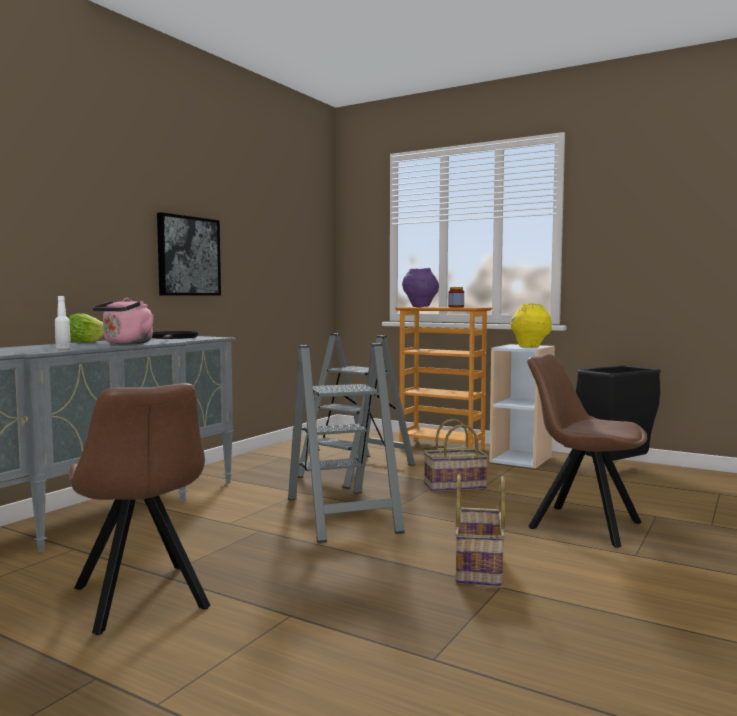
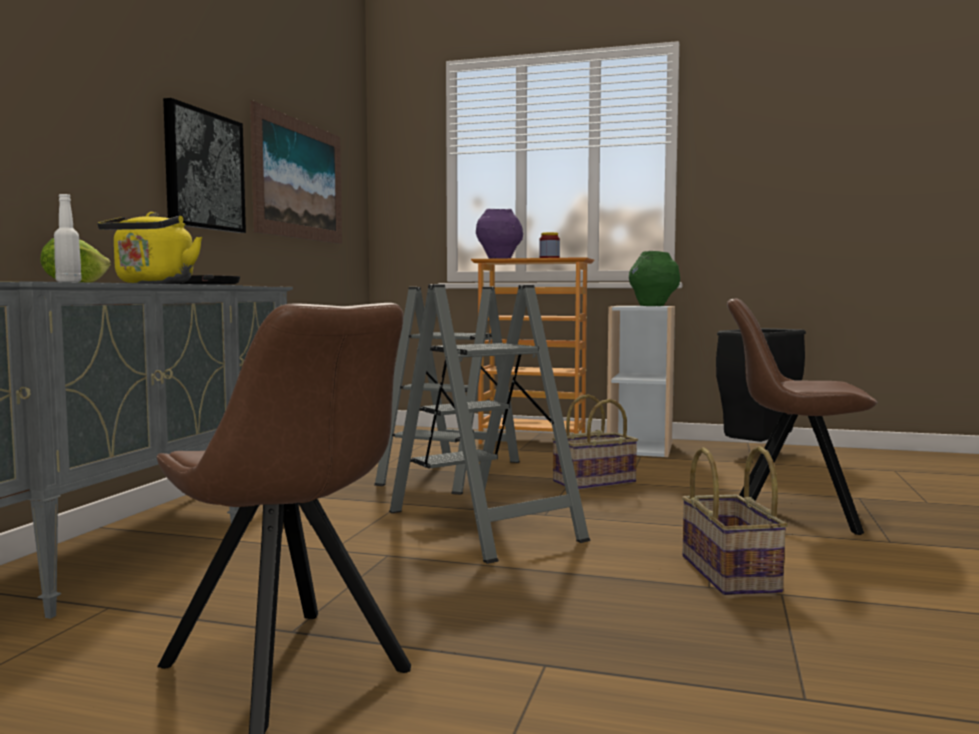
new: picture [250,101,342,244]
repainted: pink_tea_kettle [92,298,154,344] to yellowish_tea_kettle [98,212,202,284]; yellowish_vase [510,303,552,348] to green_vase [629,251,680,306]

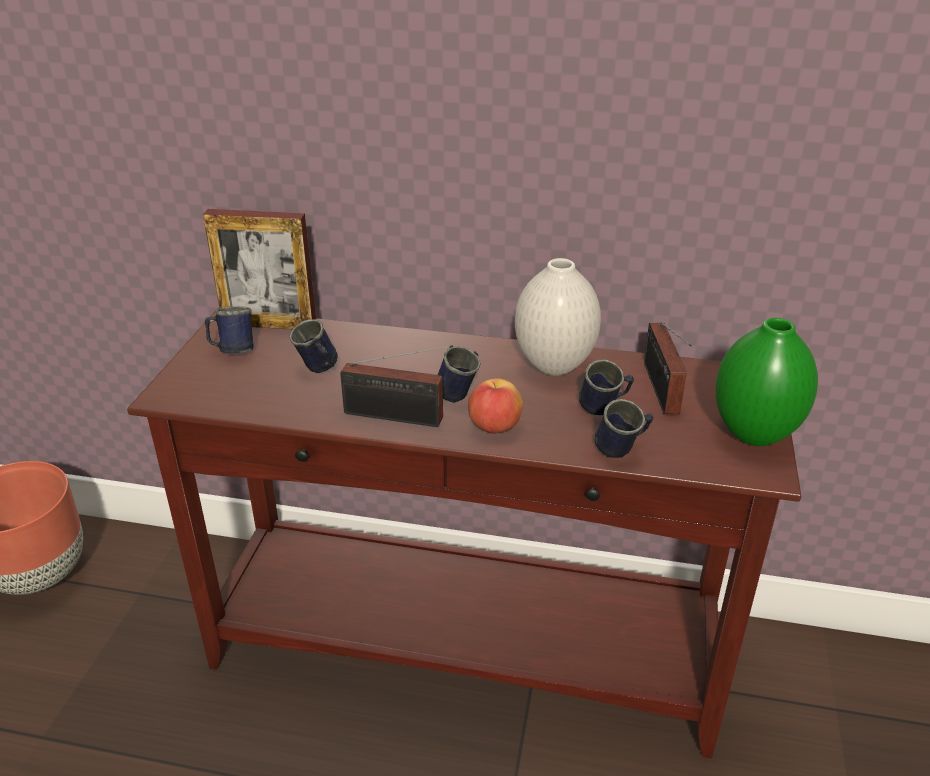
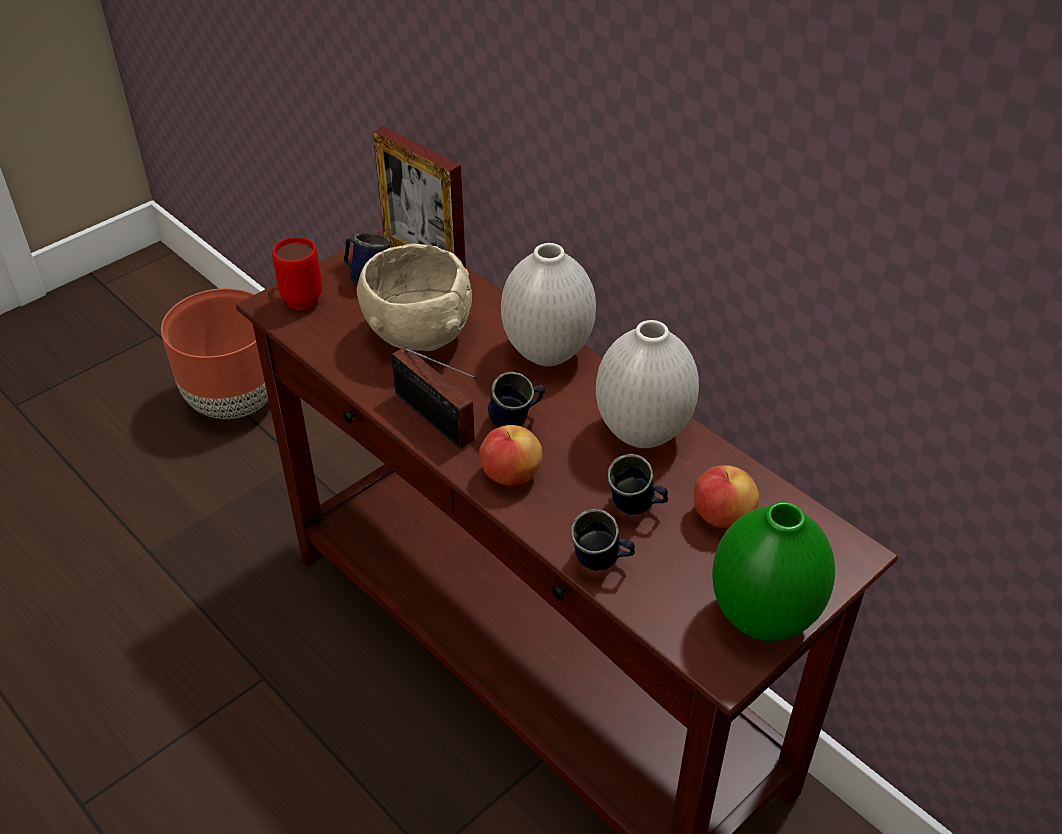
new: red-coloured_mug [272,237,322,310]; whitish_vase [501,243,596,366]
swapped: blue-coloured_mug [289,319,338,373] to beige-coloured_serving_bowl [357,243,472,351]; radio_receiver [644,322,692,414] to apple_fruit [694,465,759,528]

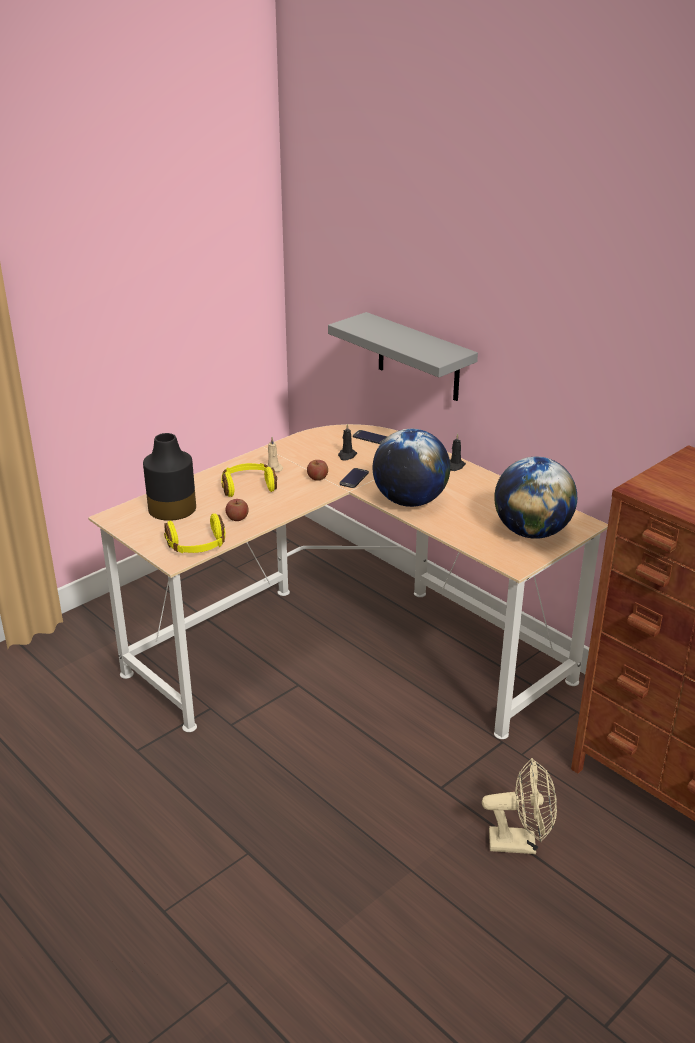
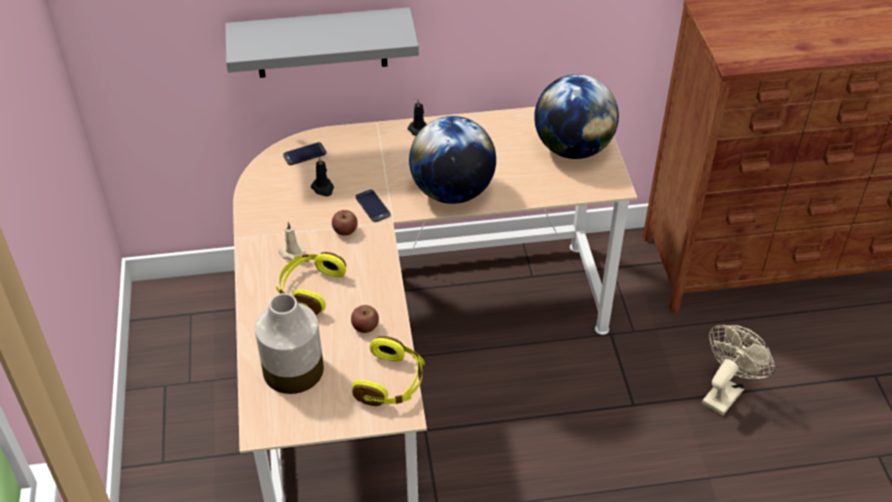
repainted: black_vase [143,433,196,521] to beige-coloured_vase [255,293,324,394]

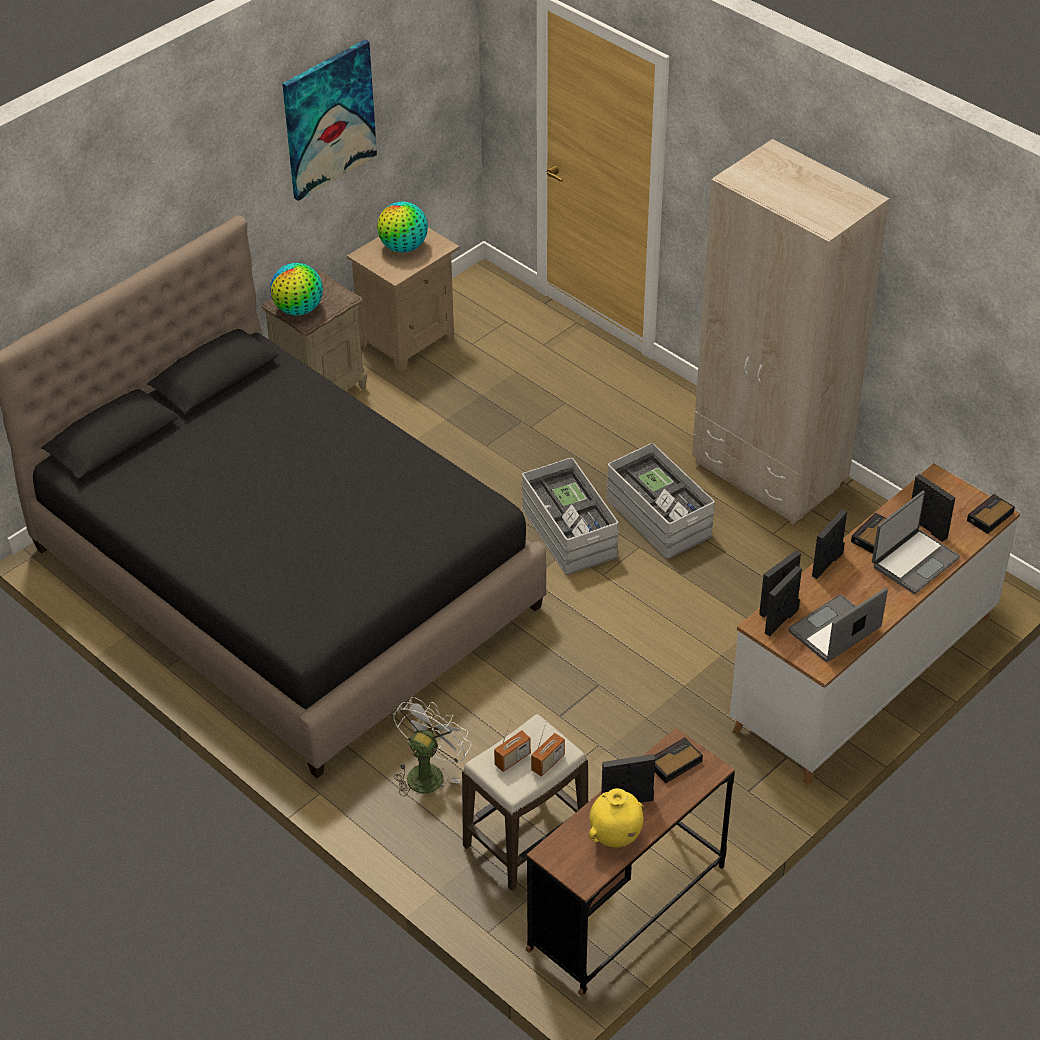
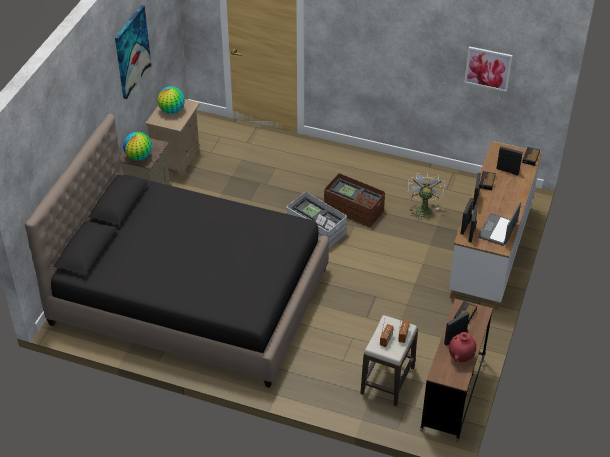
gone: beige-coloured_wardrobe [692,139,889,525]; notebook_computer [872,491,960,594]
new: picture [464,46,513,92]
shifted: whitish_cooling_fan [393,697,472,796] to [407,172,446,221]
repainted: grey_storage_bin [606,443,715,559] to brownish_storage_bin [324,173,385,227]; yellowish_vase [589,788,644,847] to red-coloured_vase [449,332,476,362]

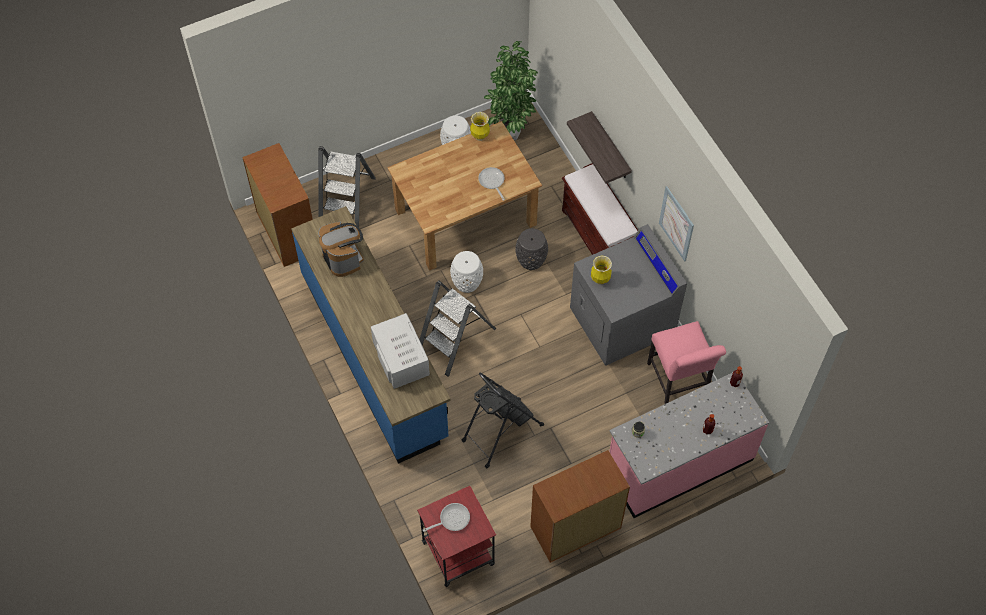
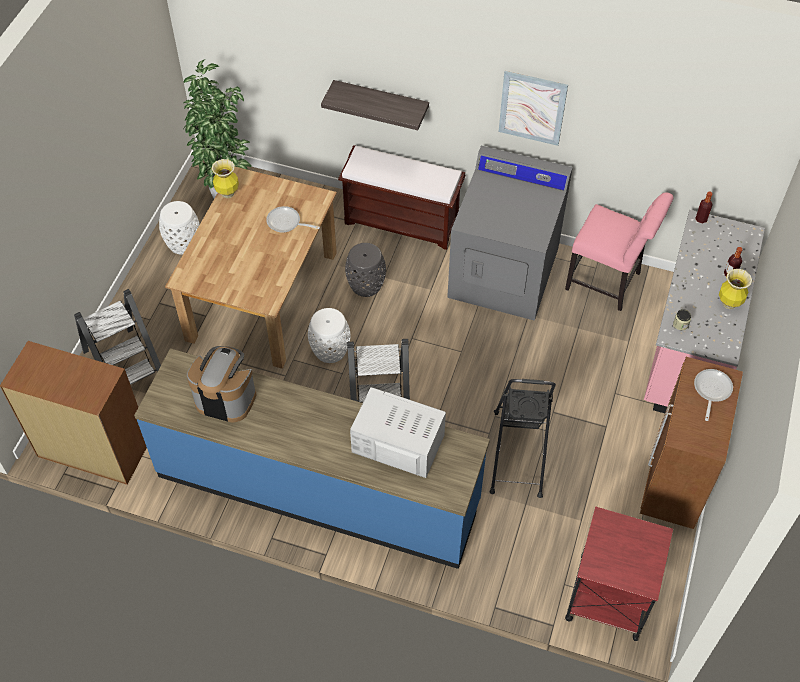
shifted: skillet [423,503,470,532] to [694,369,733,421]; vase [591,256,612,285] to [719,269,752,309]

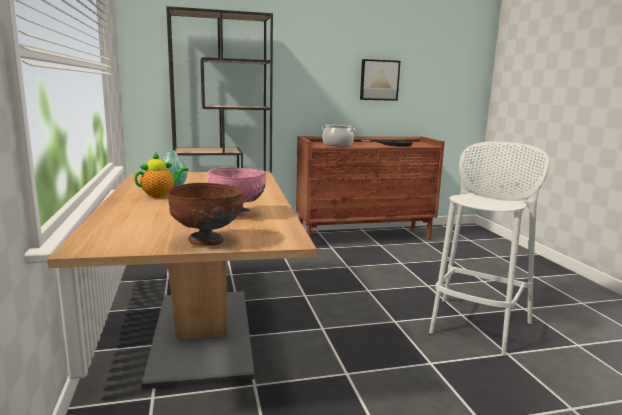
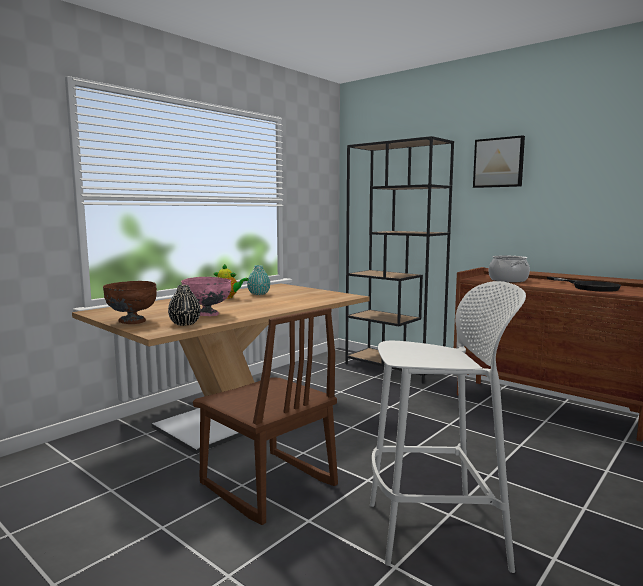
new: black_vase [168,285,201,326]; brownish_upright_chair [193,307,338,525]
shifted: picture [360,59,400,101] to [473,135,525,188]

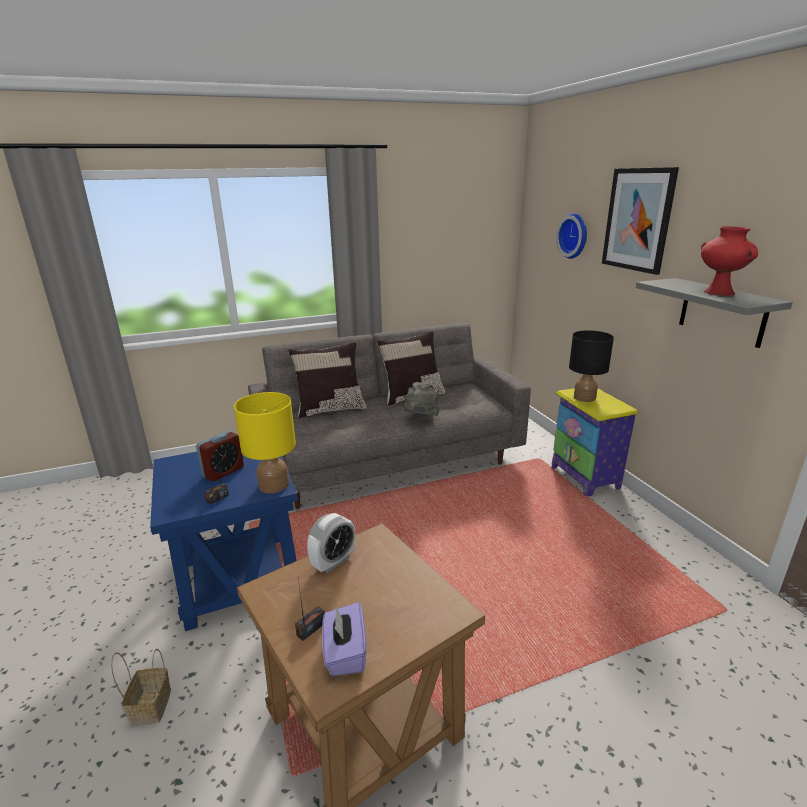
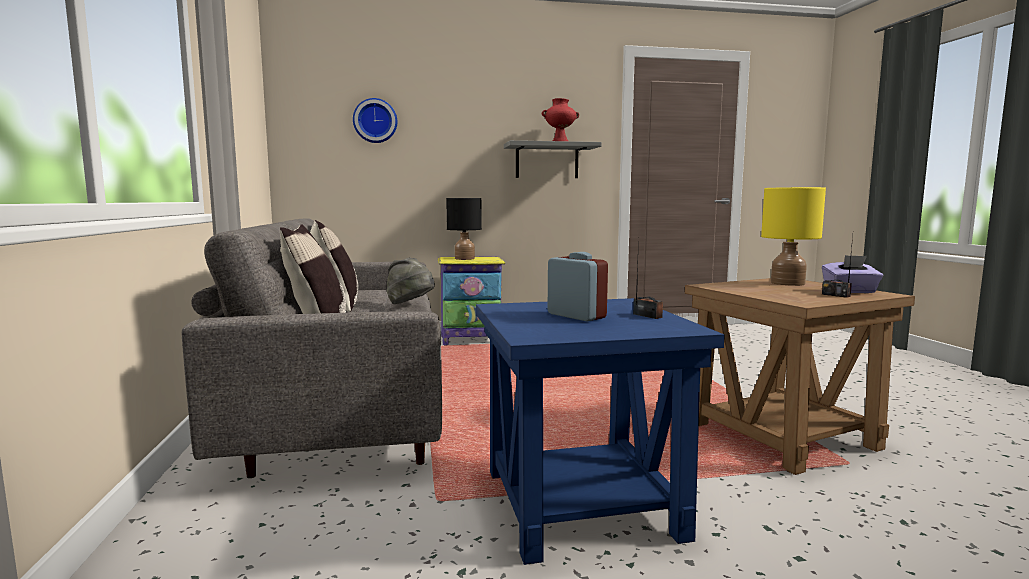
gone: storage_basket [111,649,171,725]; alarm_clock [307,513,355,573]; picture [602,167,679,275]
shifted: yellowish_tabletop_lamp [234,392,296,493] to [761,187,826,286]

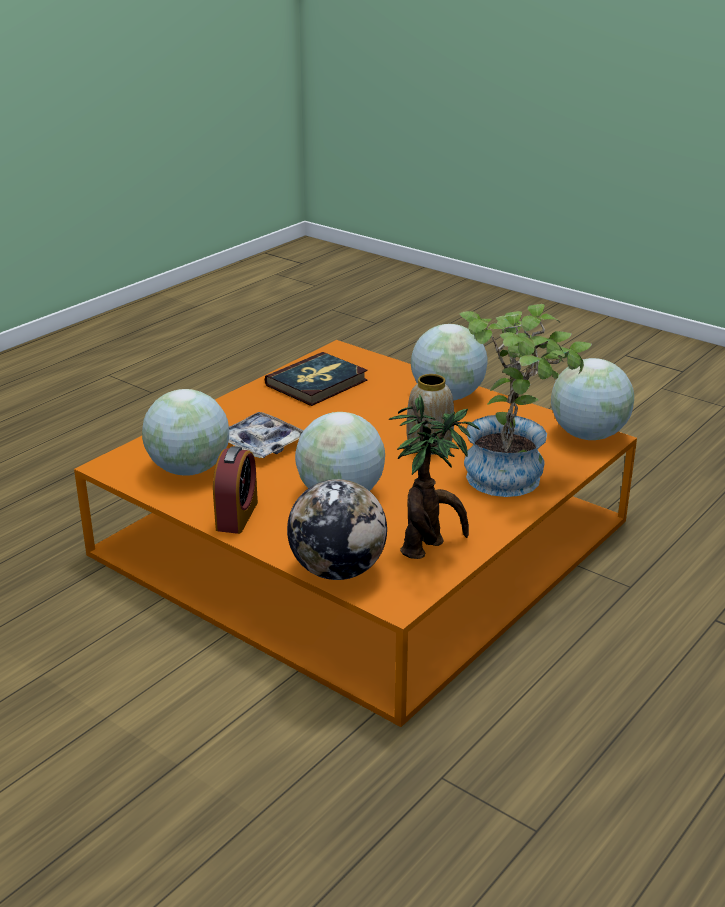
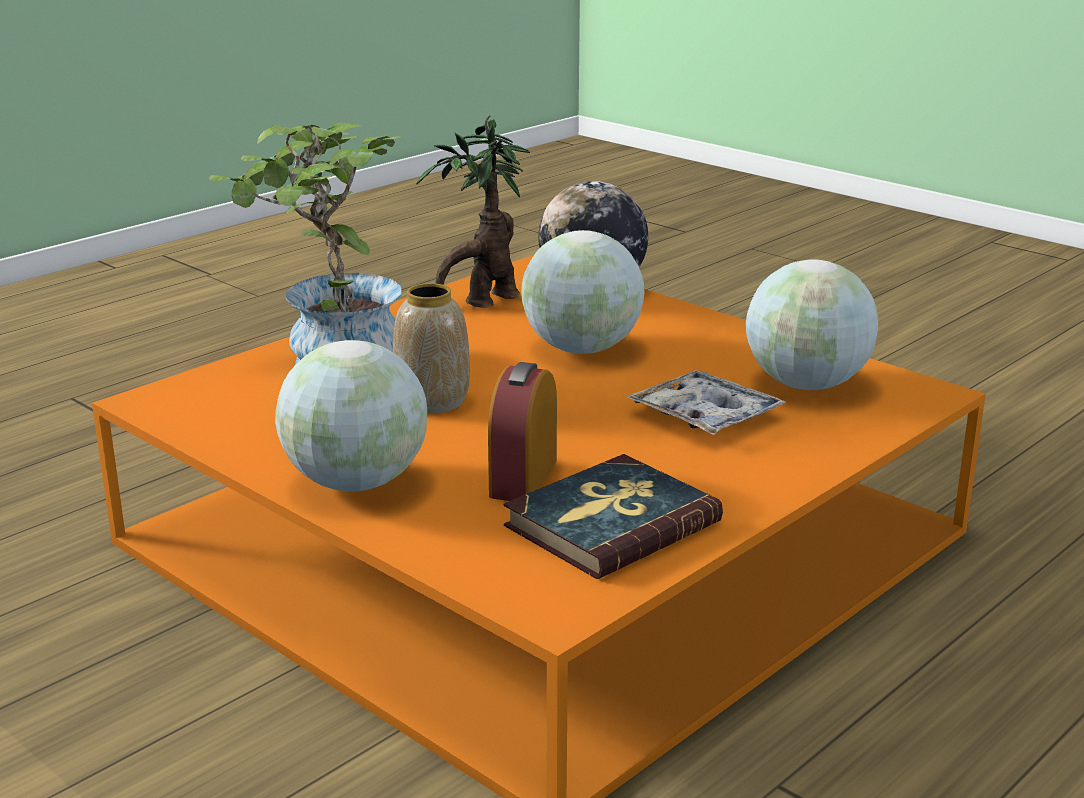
gone: world_globe [551,358,634,440]
shifted: alarm_clock [213,446,258,534] to [488,362,557,501]

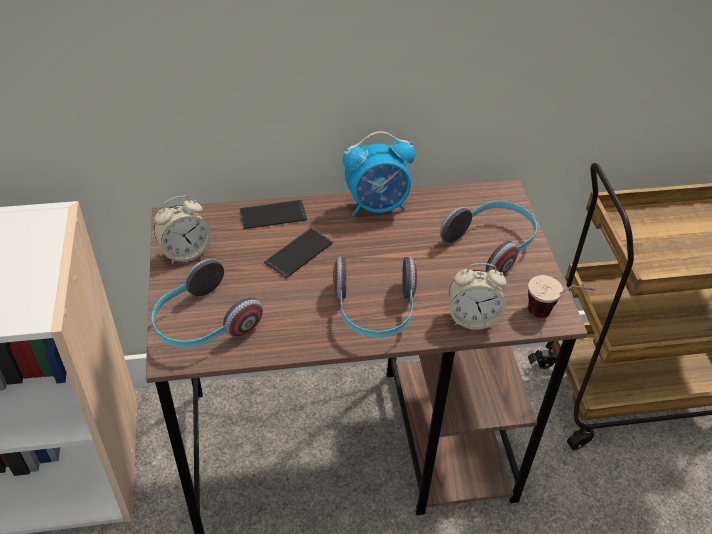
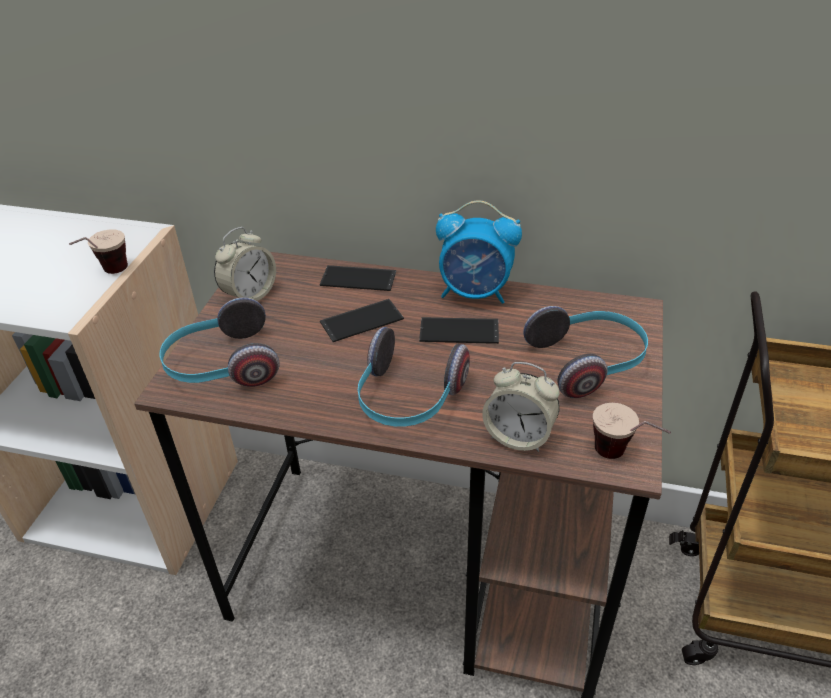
new: drinking_cup [69,229,128,274]; handset [419,317,499,344]
rotated: alarm_clock [154,196,211,264] = [214,227,276,301] 45 degrees counterclockwise

